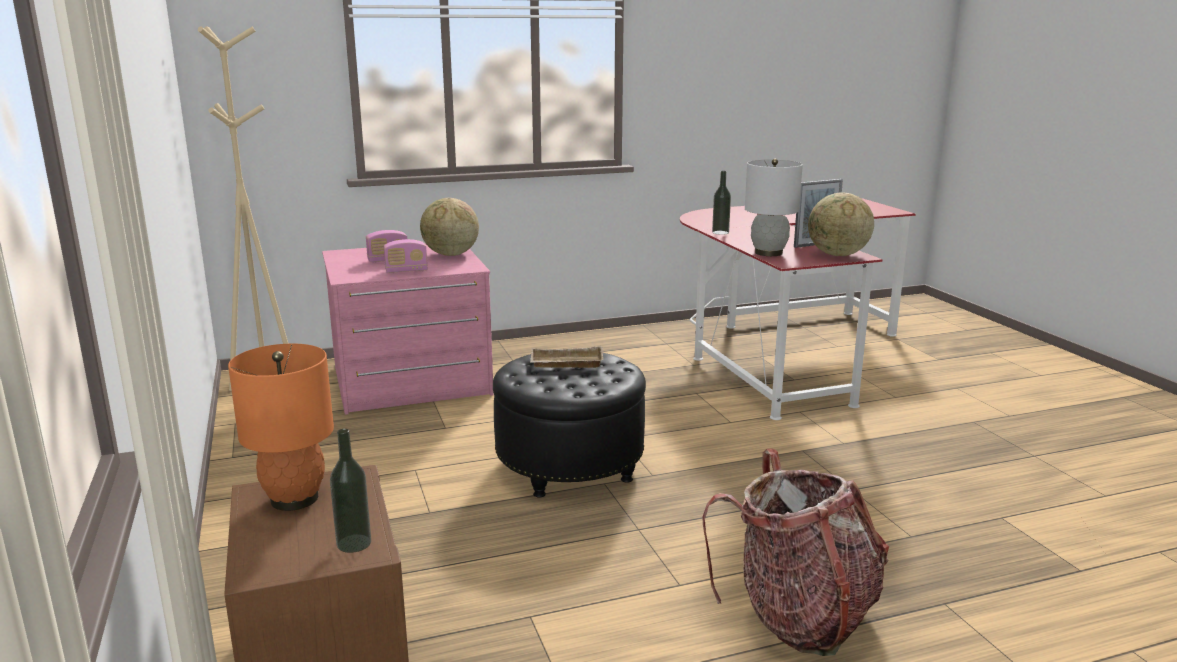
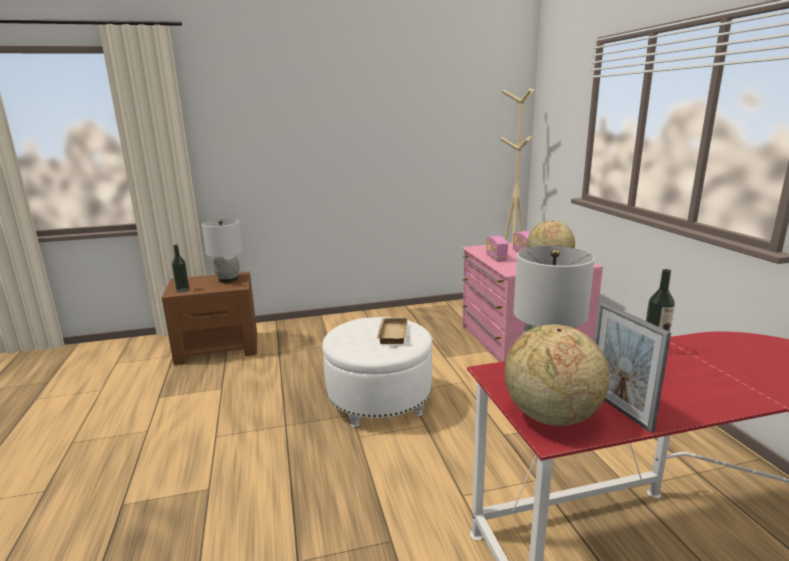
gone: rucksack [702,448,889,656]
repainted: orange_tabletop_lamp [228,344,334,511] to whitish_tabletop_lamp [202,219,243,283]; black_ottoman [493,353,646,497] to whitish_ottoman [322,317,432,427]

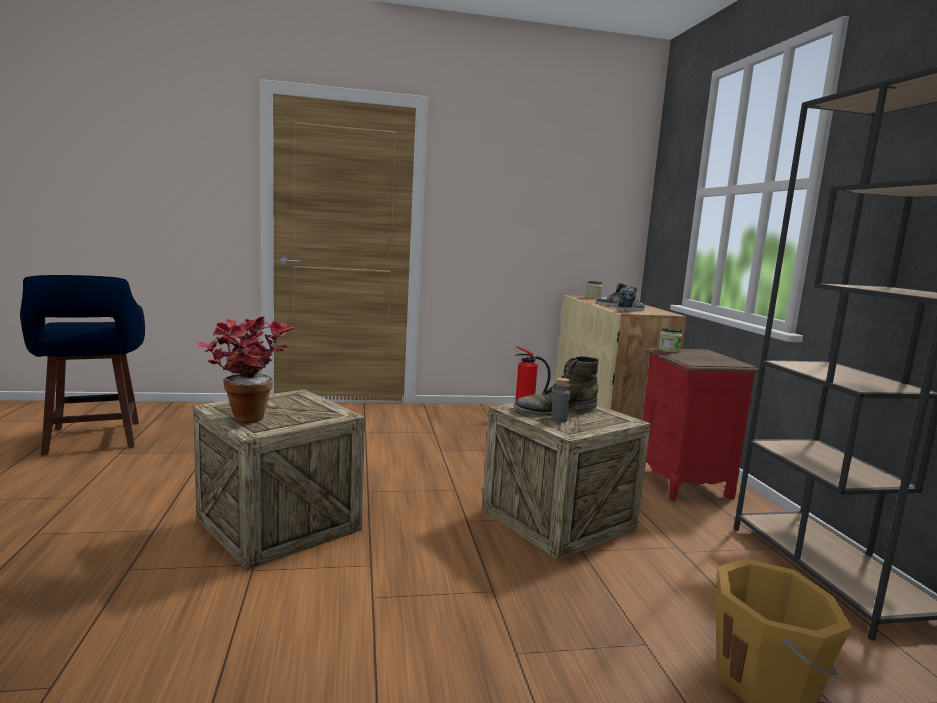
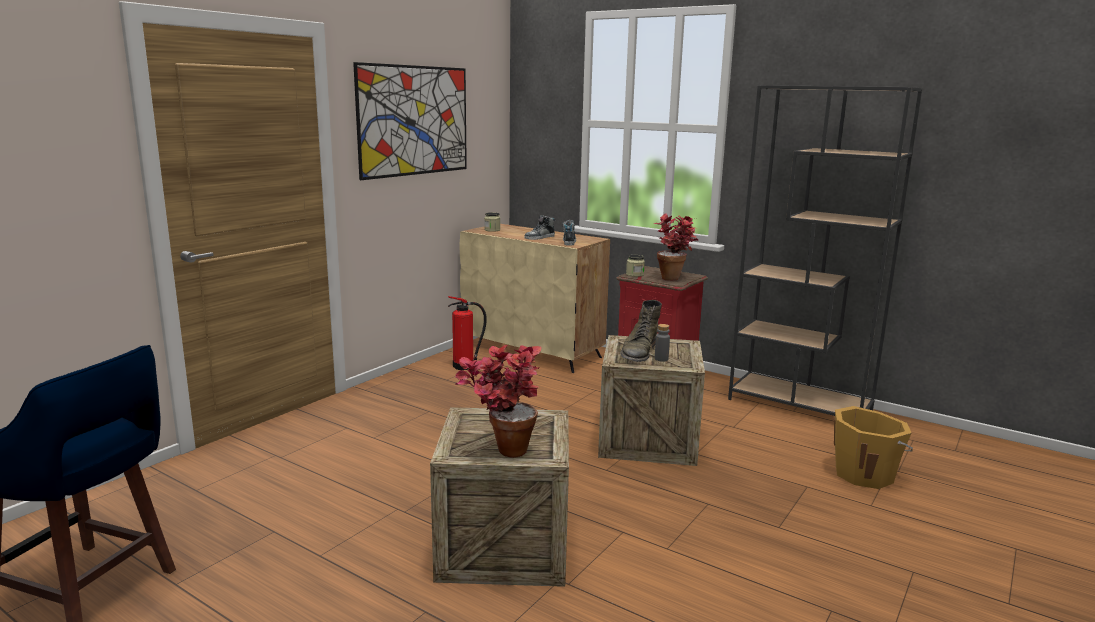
new: picture [353,62,467,180]; plant_in_a_pot [654,213,698,281]

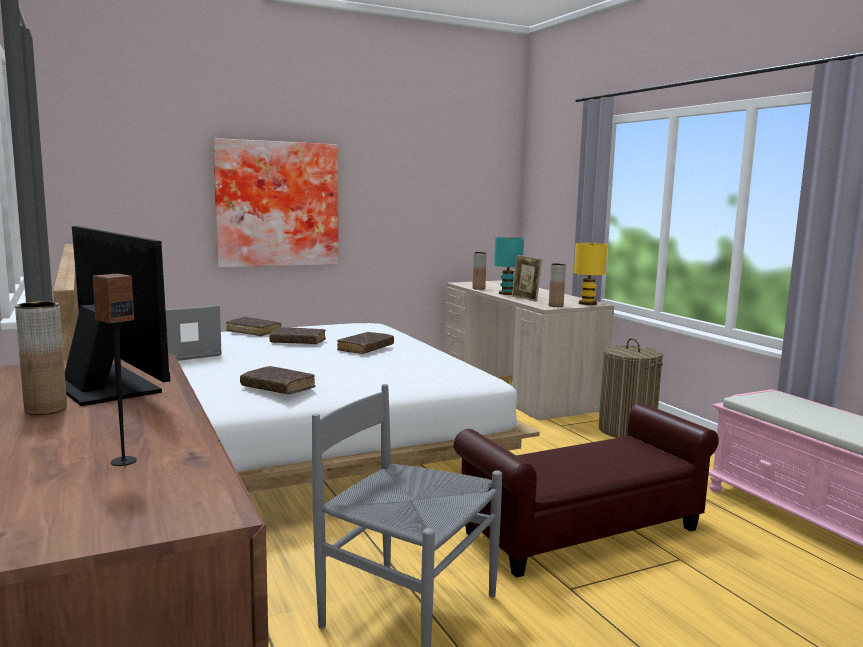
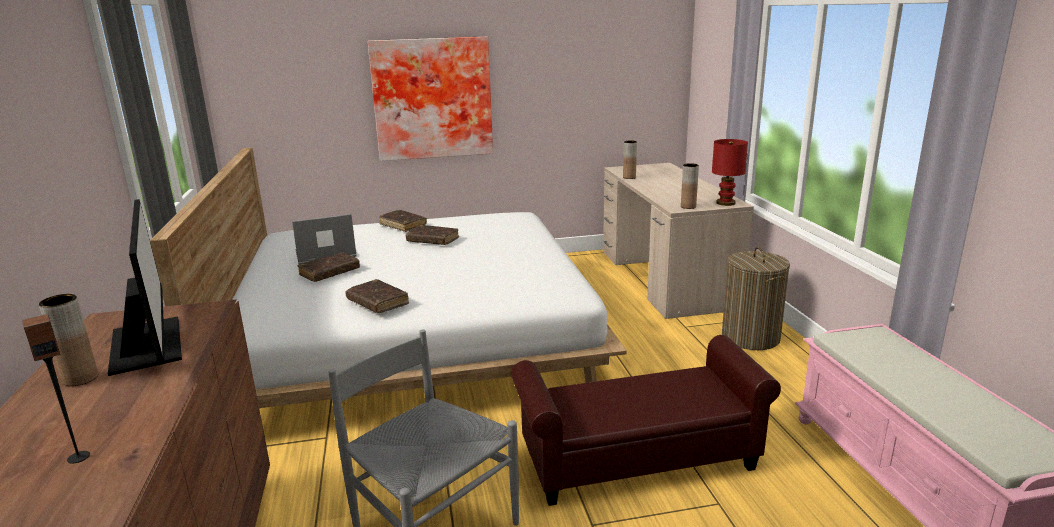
gone: turquoise_tabletop_lamp [494,237,524,295]; photo_frame [512,255,543,302]
shifted: brownish_volume [337,332,394,354] to [297,252,360,282]
repainted: yellowish_tabletop_lamp [574,243,607,305] to red-coloured_tabletop_lamp [712,139,748,206]

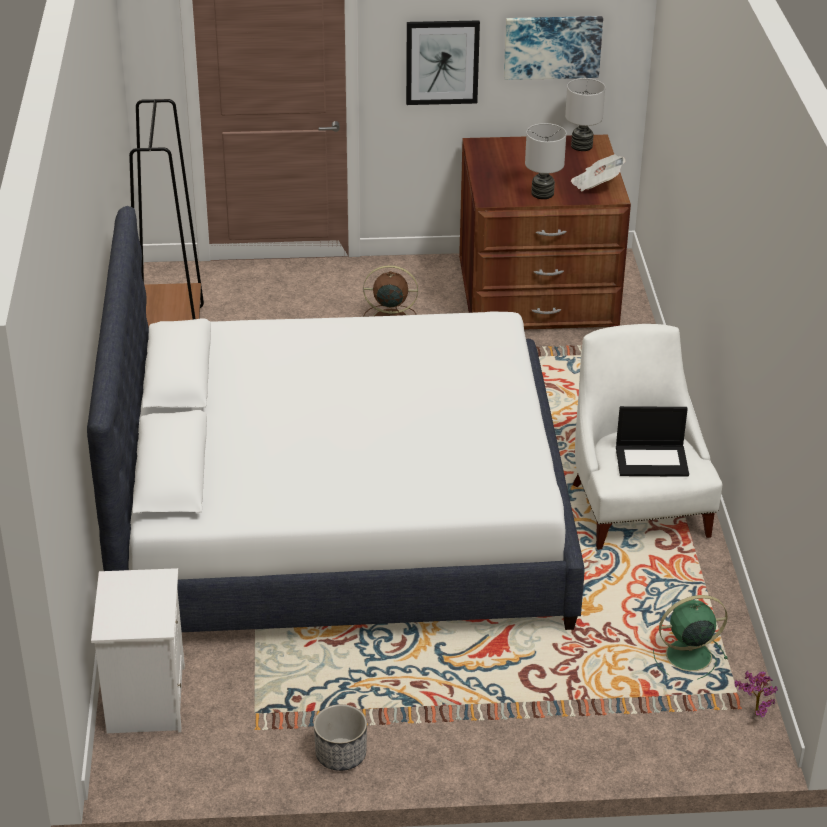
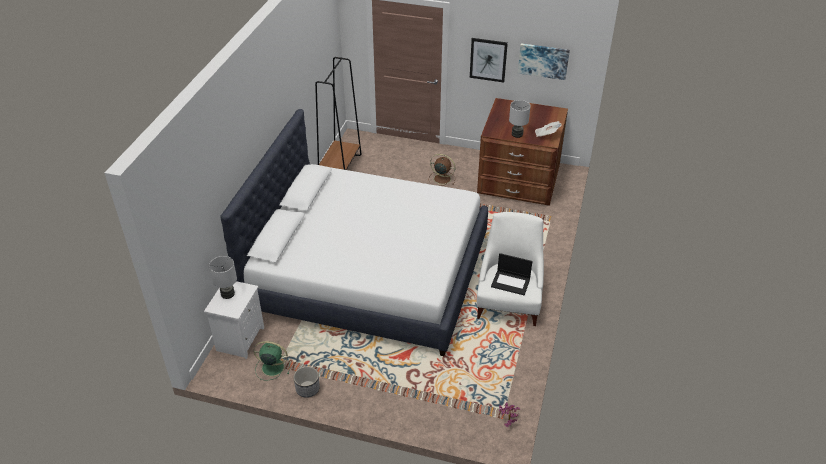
shifted: grey_tabletop_lamp [565,78,605,151] to [209,256,237,299]; green_cooling_fan [653,595,728,679] to [253,341,290,381]

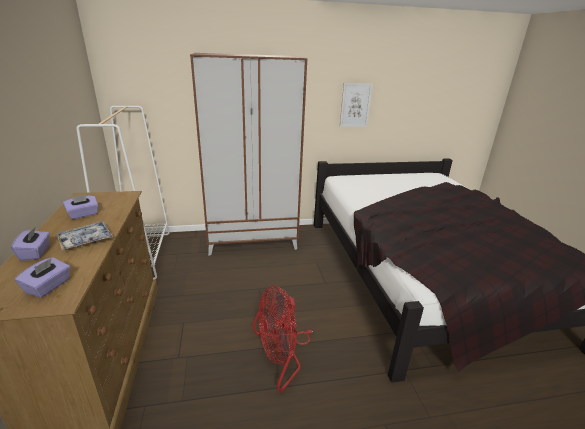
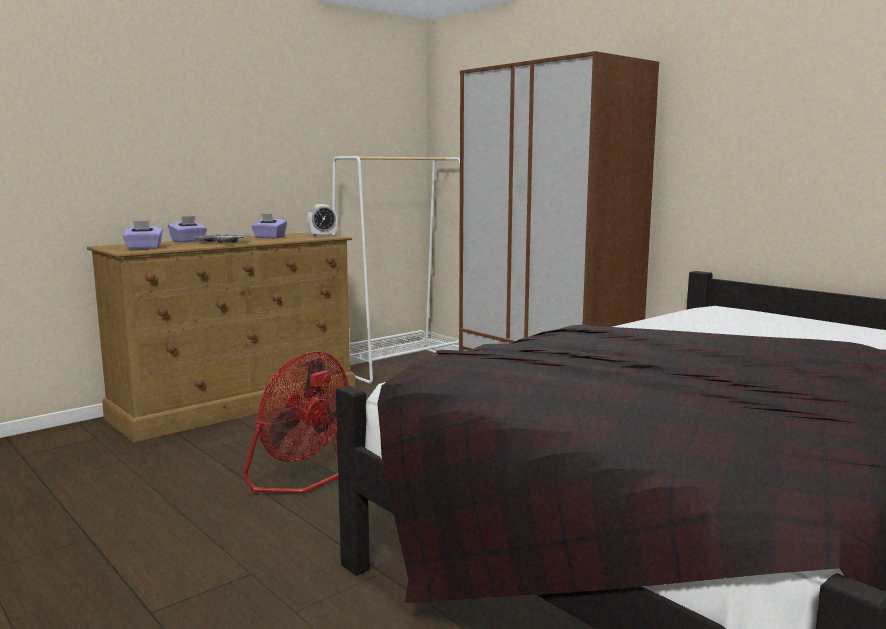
gone: picture [340,83,373,127]
new: alarm_clock [307,204,337,237]

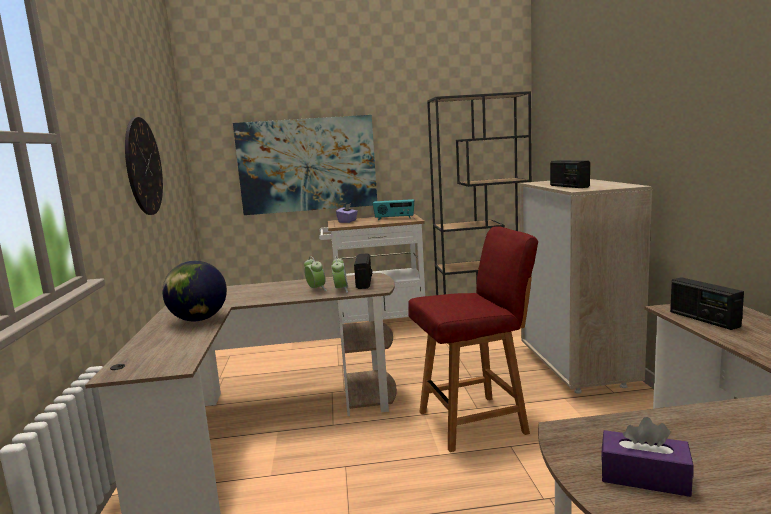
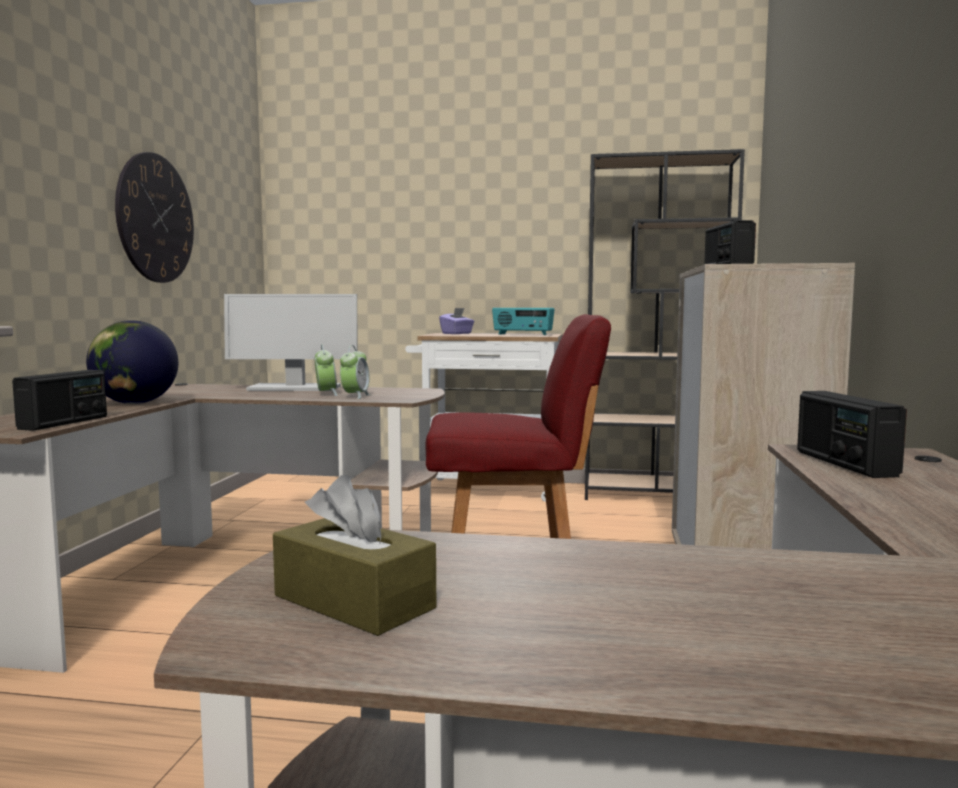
gone: picture [233,115,377,215]
new: monitor [224,294,357,391]
shifted: radio_receiver [354,253,372,289] to [12,370,107,431]
repainted: purple-coloured_tissue_holder [601,417,693,497] to brownish_tissue_holder [273,475,436,636]

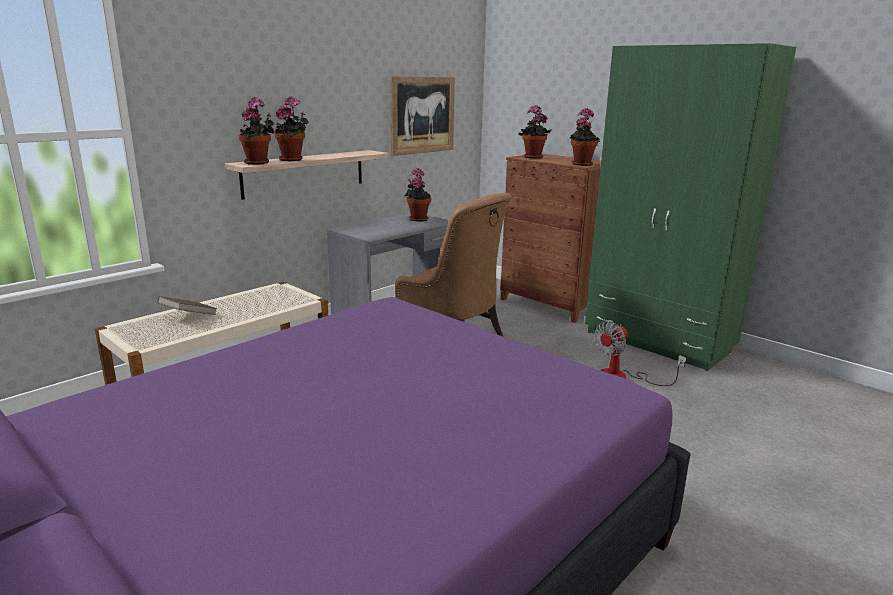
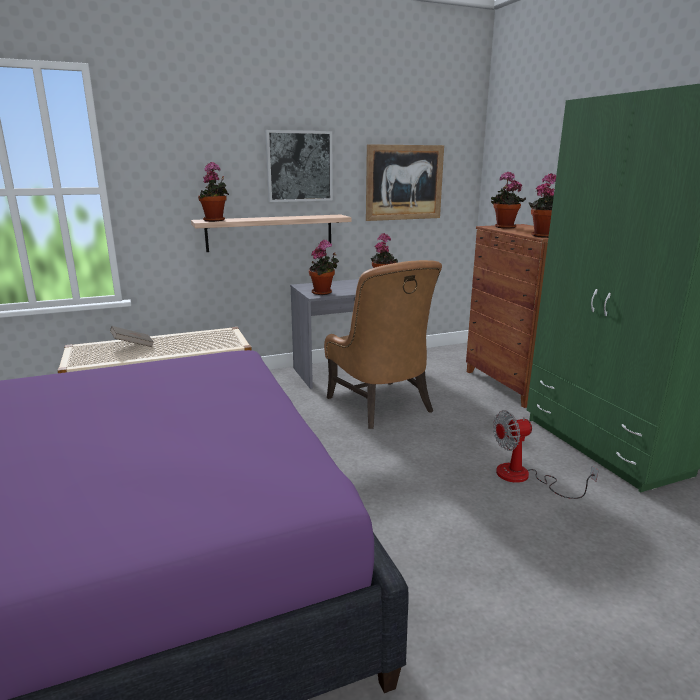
new: picture [265,130,333,202]
shifted: plant_in_a_pot [274,96,309,161] to [309,240,339,295]

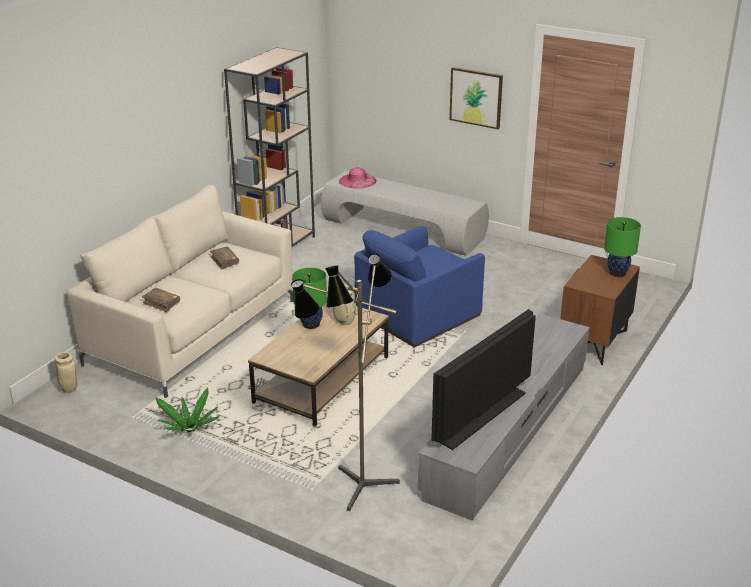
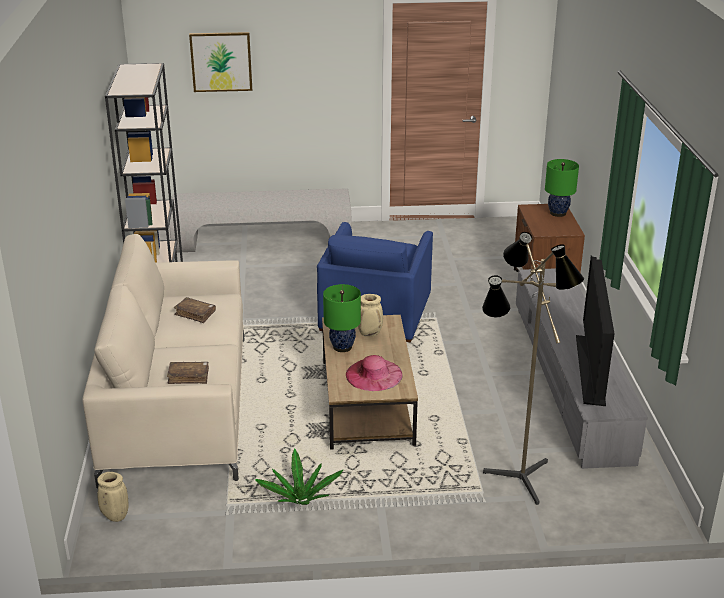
shifted: picture [449,67,503,129] to [189,32,252,92]; pink_wearable_hat [339,167,376,189] to [346,355,402,391]

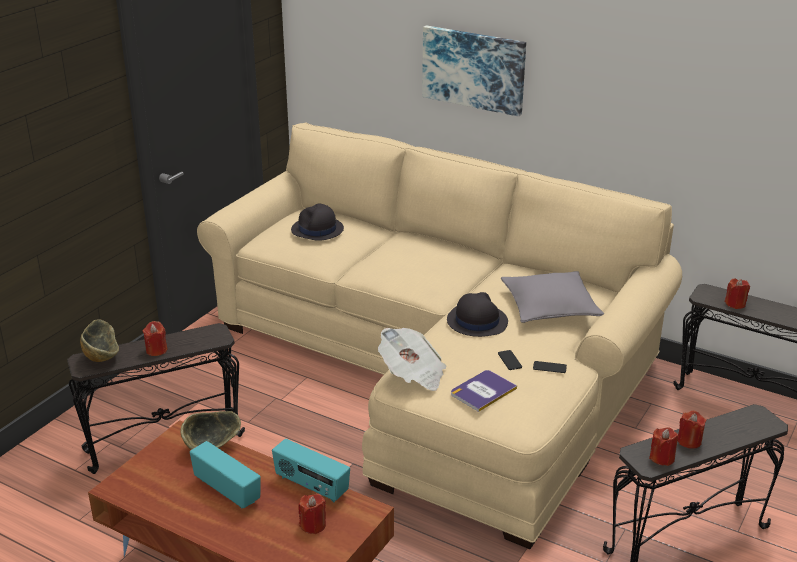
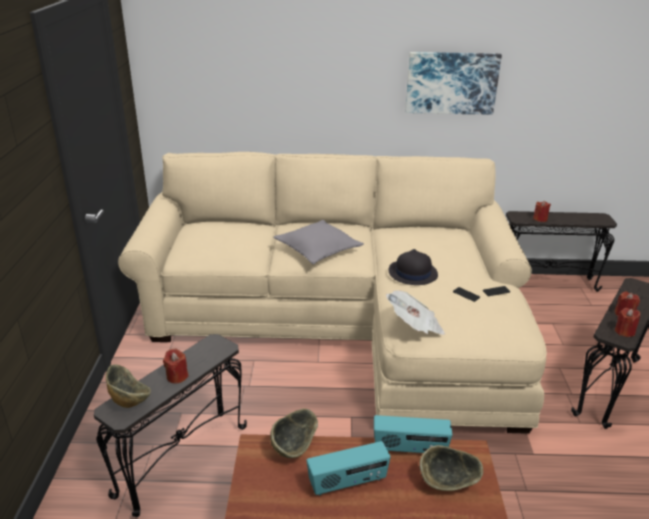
gone: black_wearable_hat [291,204,344,241]; volume [451,370,517,412]
shifted: grey_throw_pillow [501,271,604,323] to [273,220,364,264]; picture [422,25,526,117] to [405,52,502,115]
swapped: red-coloured_wax_light [298,494,326,534] to serving_bowl [420,445,483,491]
rotated: radio_receiver [190,441,261,508] = [306,441,391,496] 150 degrees clockwise

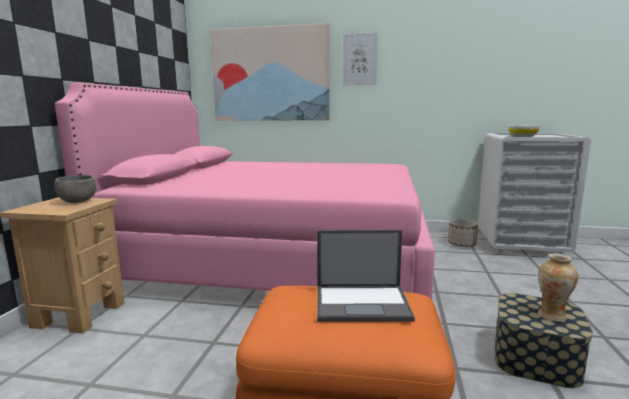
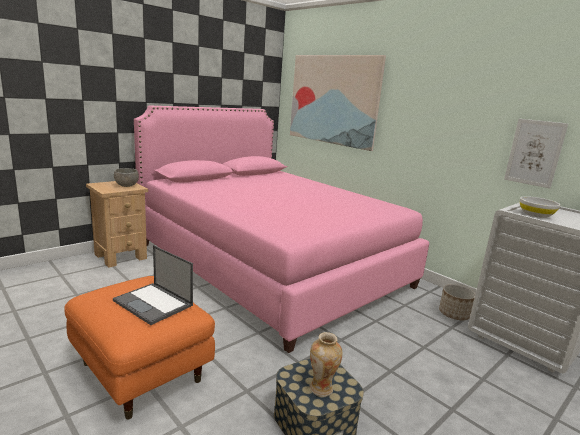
shifted: picture [342,32,378,85] to [504,119,568,189]

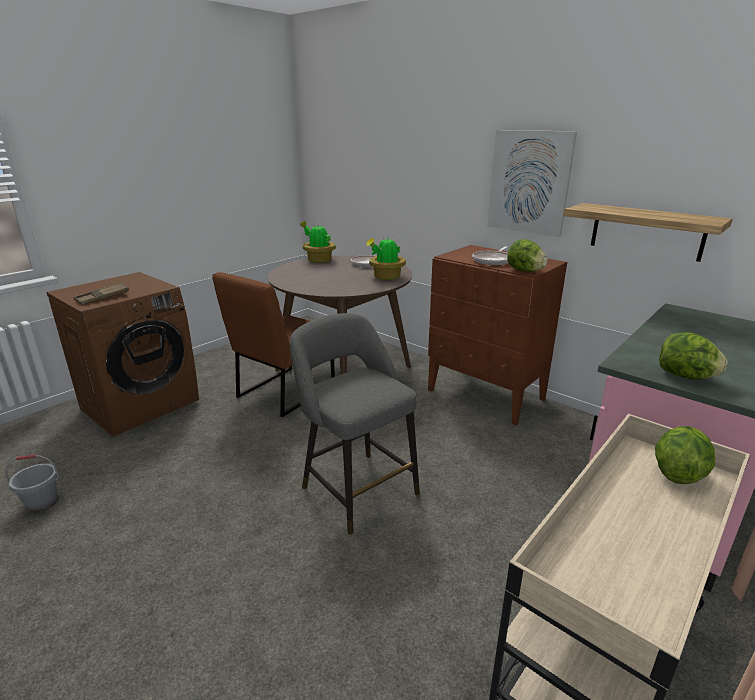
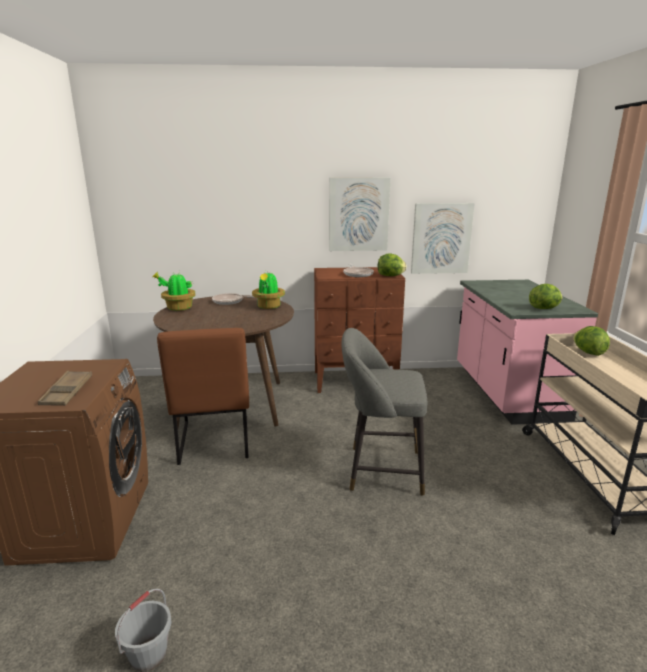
swapped: shelf [563,203,733,262] to picture [411,203,475,274]

